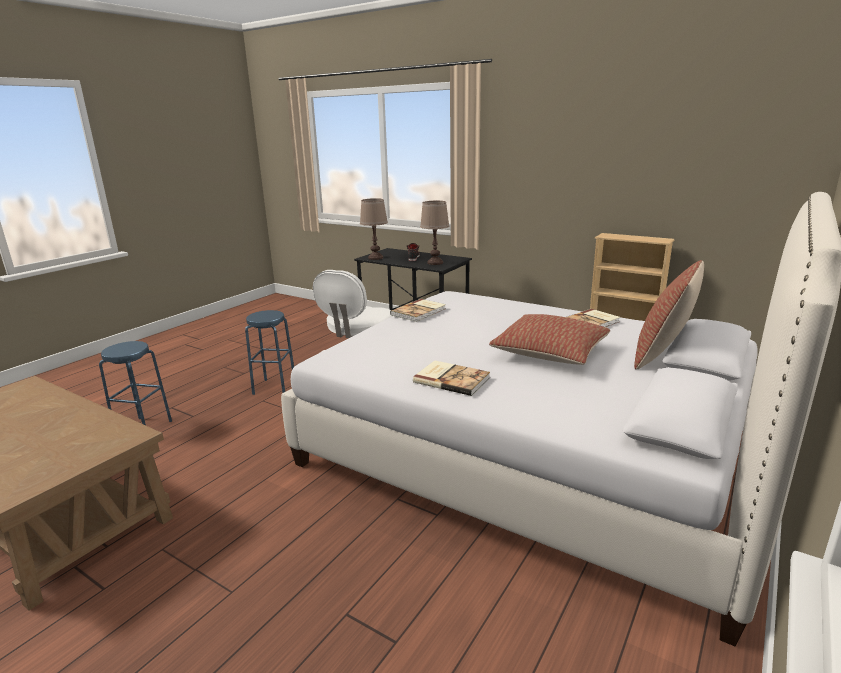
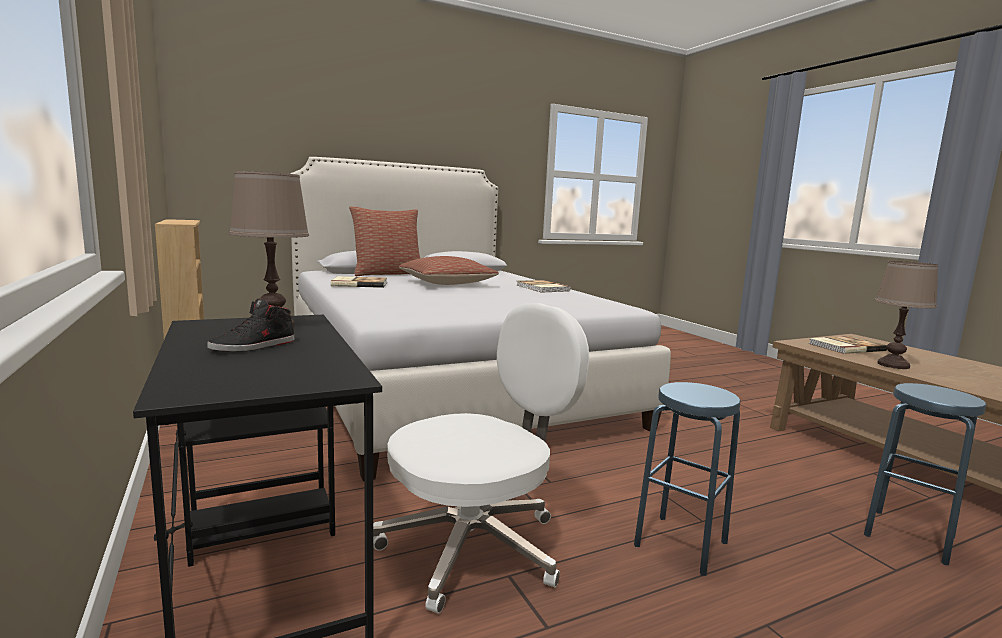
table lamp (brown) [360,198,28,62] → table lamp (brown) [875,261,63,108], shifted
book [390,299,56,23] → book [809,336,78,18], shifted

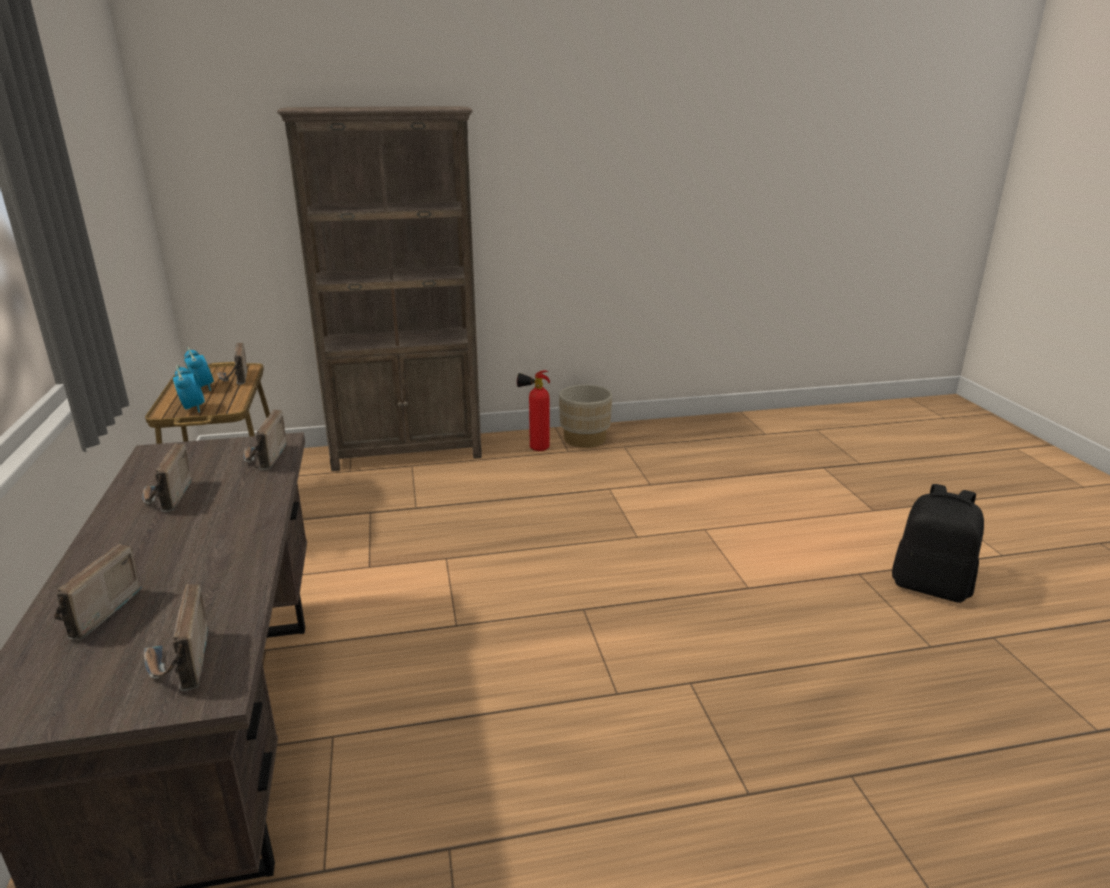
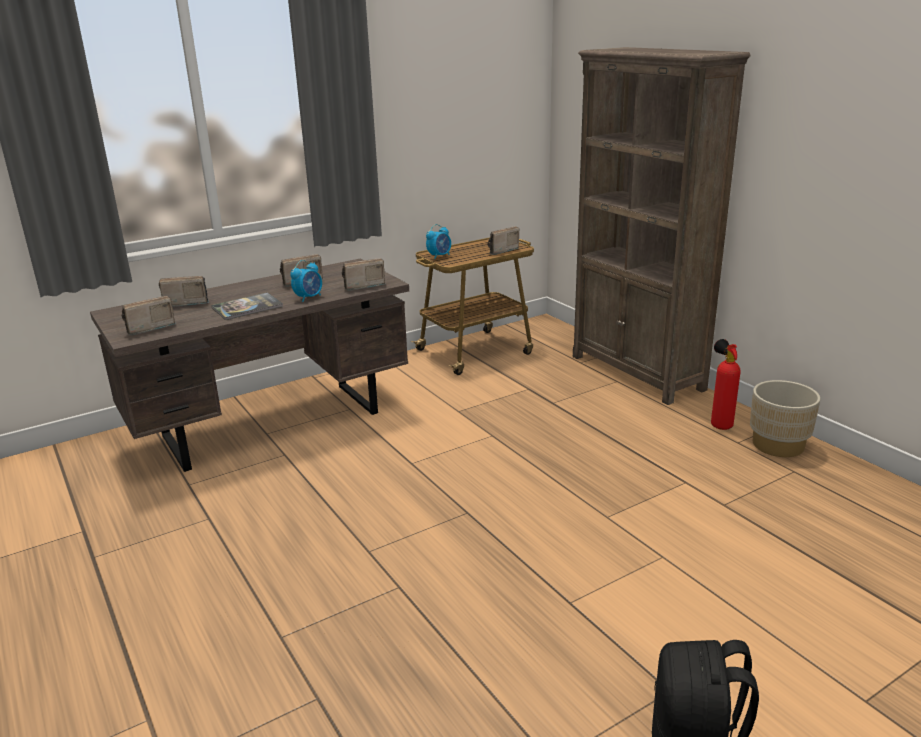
- → book [211,292,72,28]
alarm clock [184,347,30,44] → alarm clock [290,260,32,42], shifted

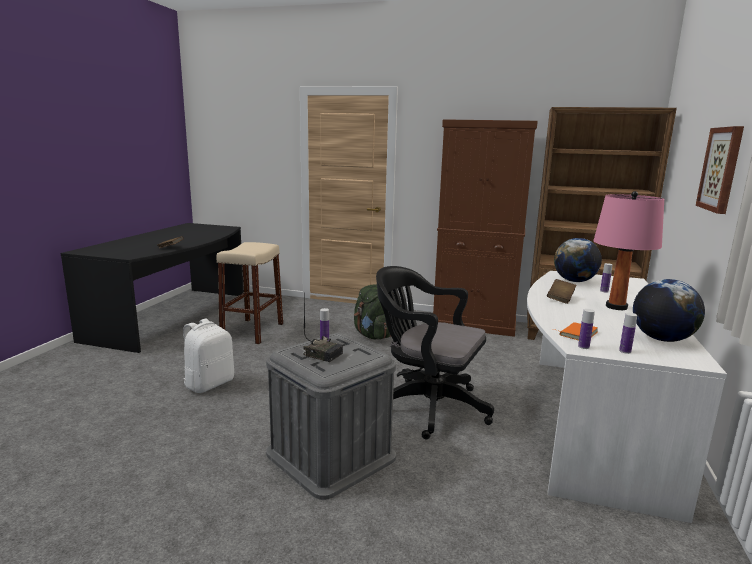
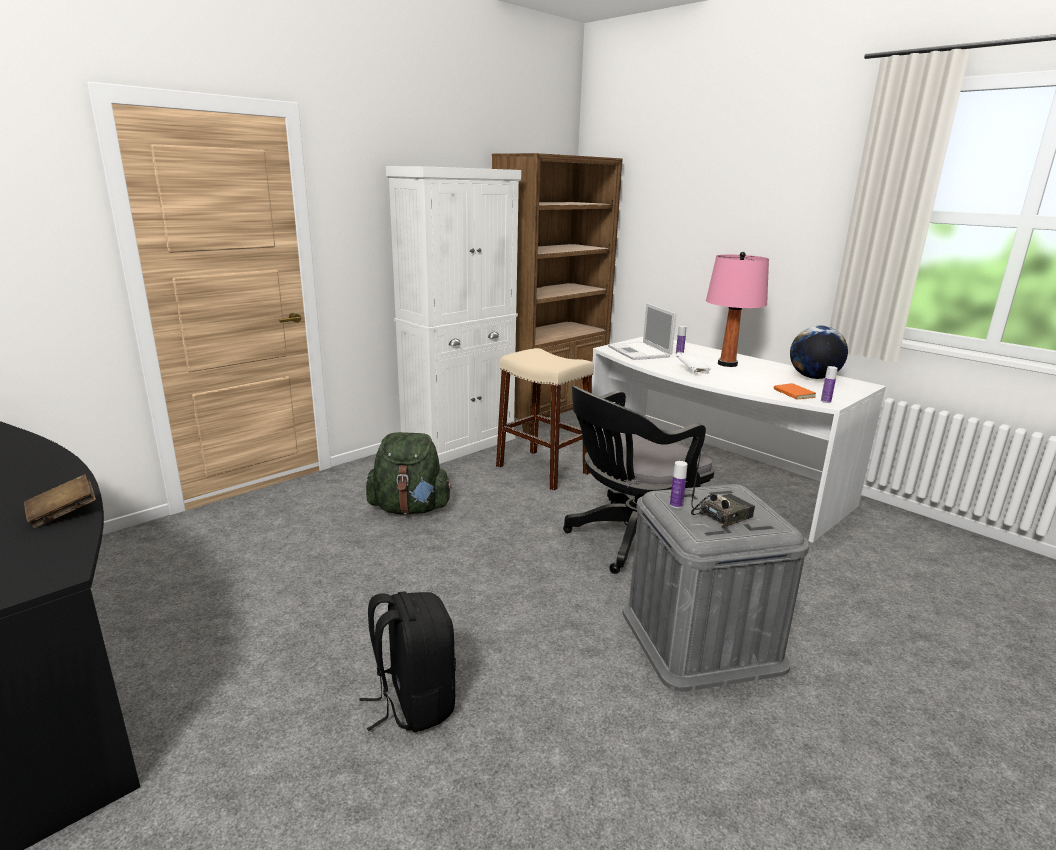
bottle [619,313,18,41] → -
picture [696,126,48,88] → -
stool (beige) [216,242,67,102] → stool (beige) [496,348,98,143], shifted
globe [554,238,48,44] → laptop [608,303,68,57]
backpack (white) [183,319,51,74] → backpack (black) [359,591,97,141]
cabinet (brown) [433,119,105,218] → cabinet (white) [386,166,135,298]
book (brown) [547,279,30,25] → book (white) [676,352,35,22]

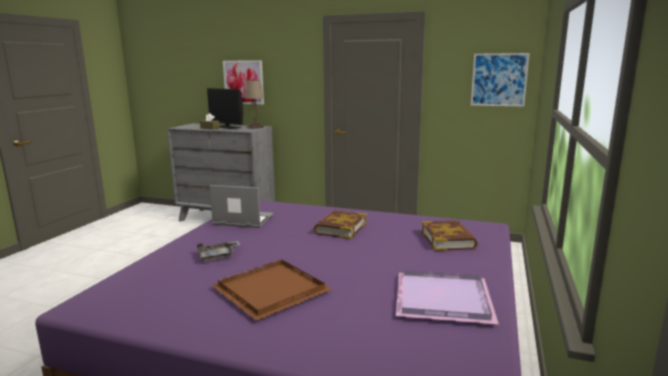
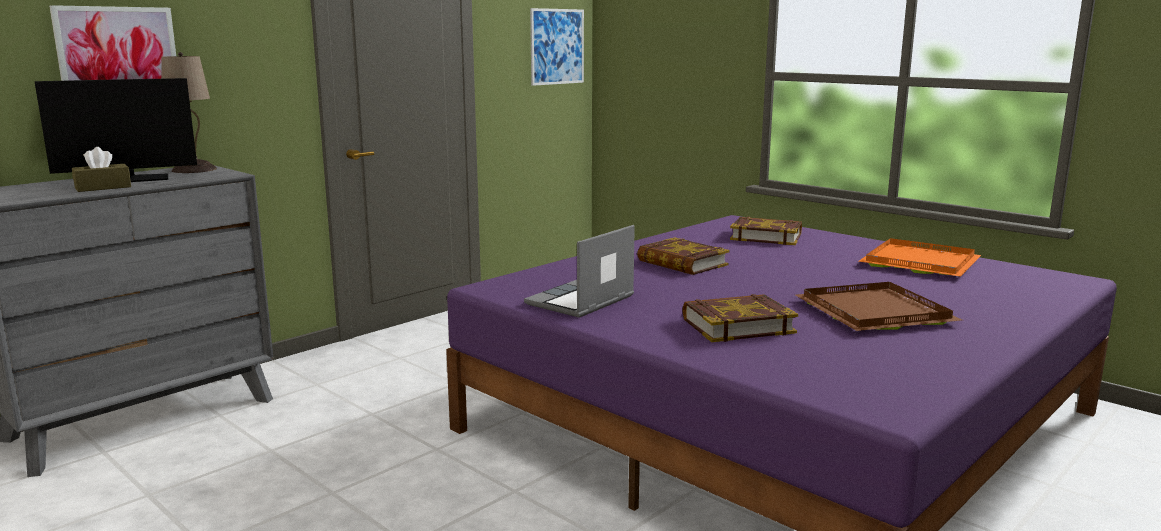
tray (grey) [197,241,43,20] → book [682,294,116,48]
tray (purple) [396,270,103,54] → tray (orange) [859,238,122,39]

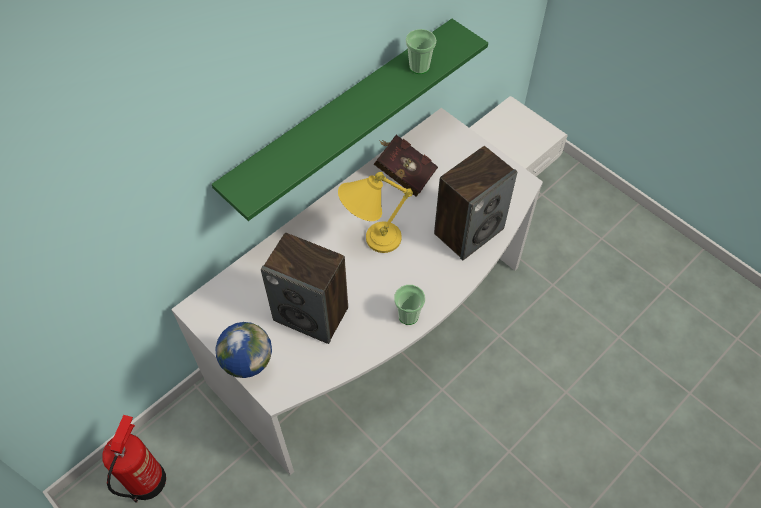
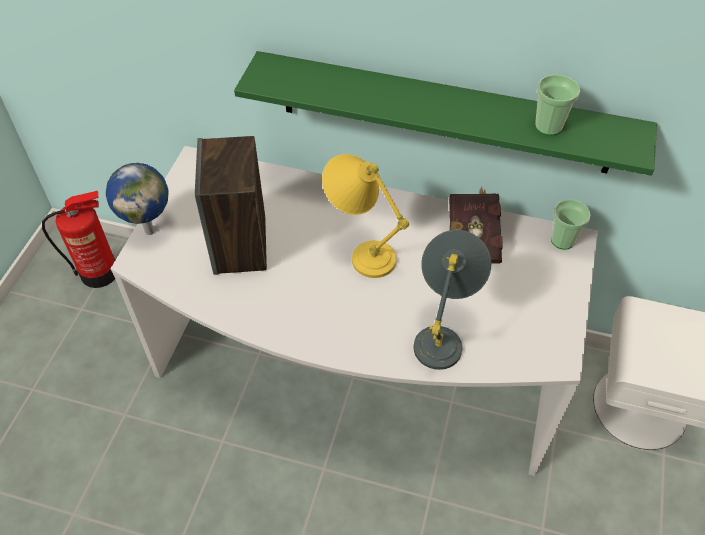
cup [394,285,31,40] → cup [551,200,39,50], shifted
speaker [434,146,83,114] → table lamp (grey) [414,230,77,140]

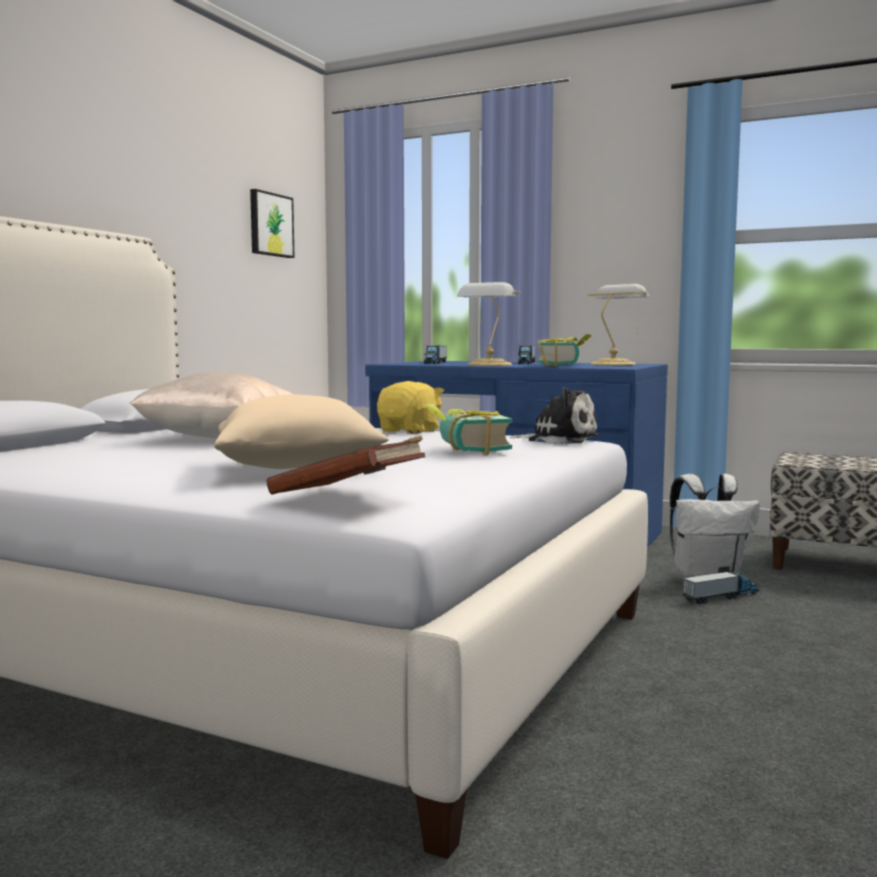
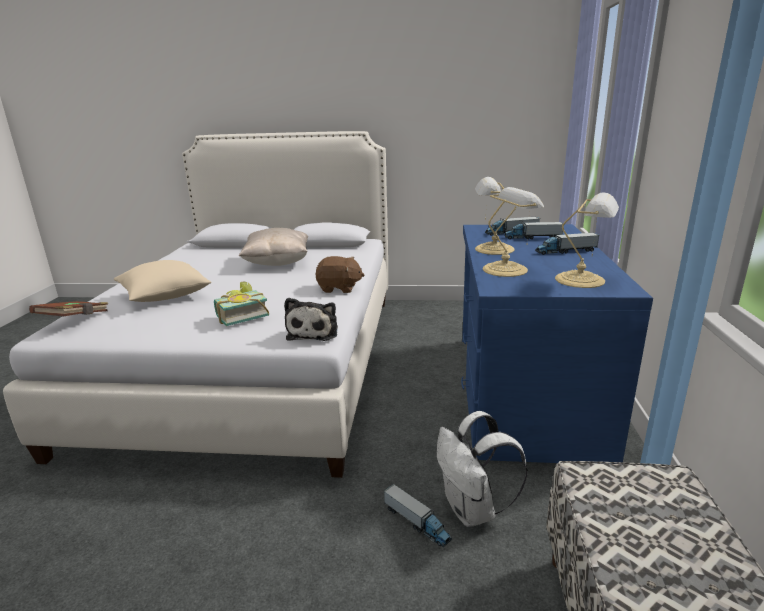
picture [250,189,45,69] → -
- → toy truck [504,221,59,18]
book [537,334,55,33] → table lamp [483,187,61,90]
plush toy (yellow) [377,381,67,53] → plush toy (brown) [316,256,48,37]

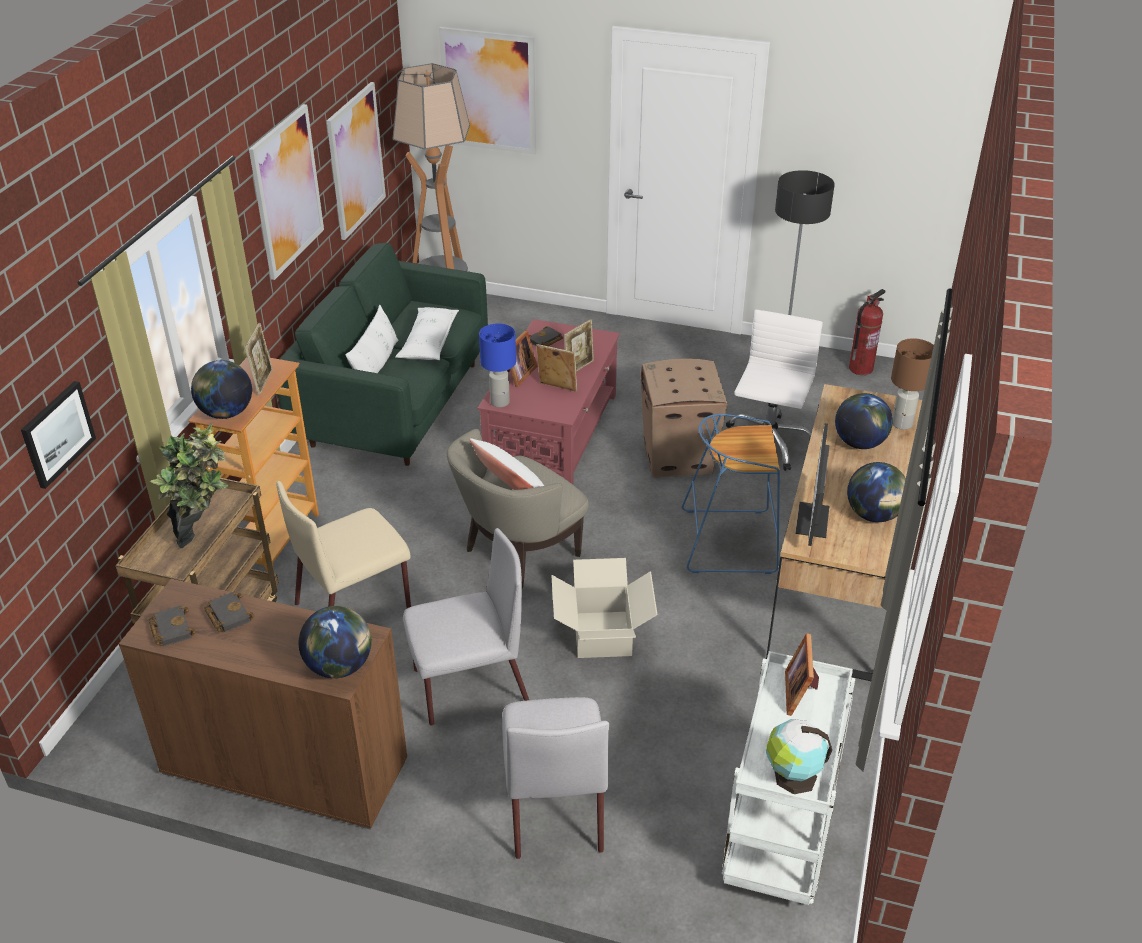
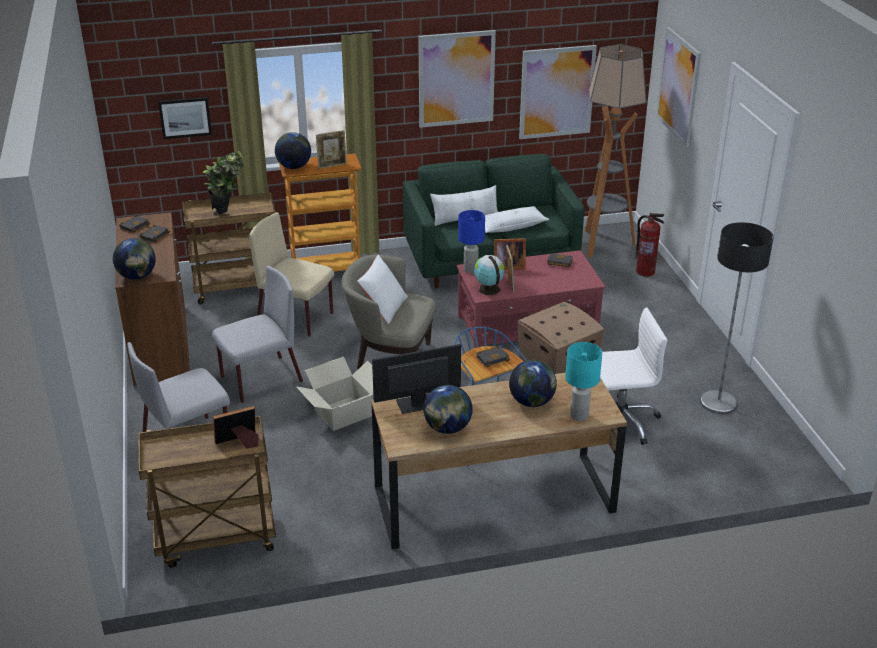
picture frame [564,319,30,53] → -
- → book (black) [476,346,34,21]
globe [766,719,66,75] → globe [474,255,30,40], shifted
fire extinguisher [849,289,37,86] → fire extinguisher [635,213,29,64], shifted
cart (white) [722,651,133,254] → cart (brown) [138,416,138,152]
table lamp (brown) [891,338,43,92] → table lamp (turquoise) [565,342,37,79]
chair (grey) [403,528,126,198] → chair (grey) [212,266,91,137], 75 degrees counterclockwise

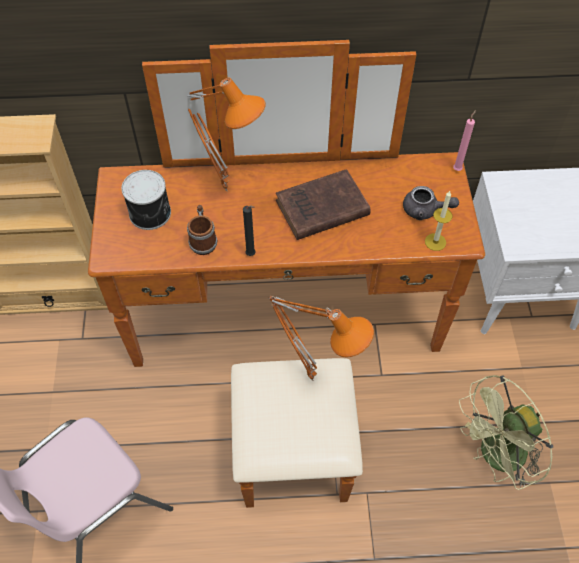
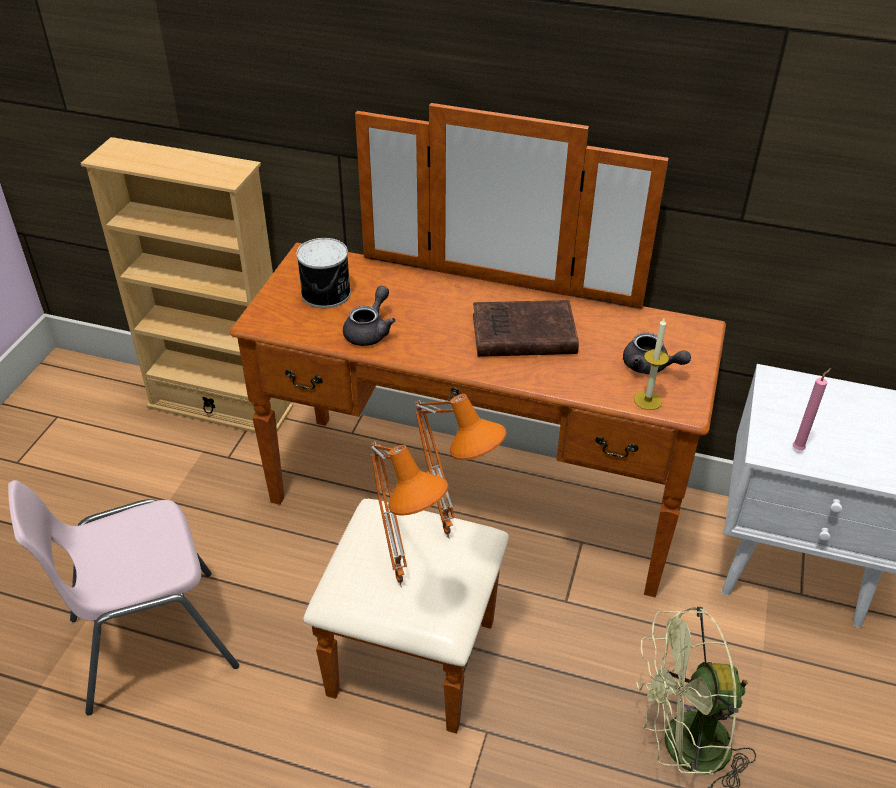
candle (black) [243,205,13,51] → -
table lamp (orange) [187,78,79,114] → table lamp (orange) [371,442,77,145], shifted
candle (pink) [453,110,23,61] → candle (pink) [793,368,38,82], shifted
mug [187,205,30,50] → teapot (grey) [343,286,52,60]

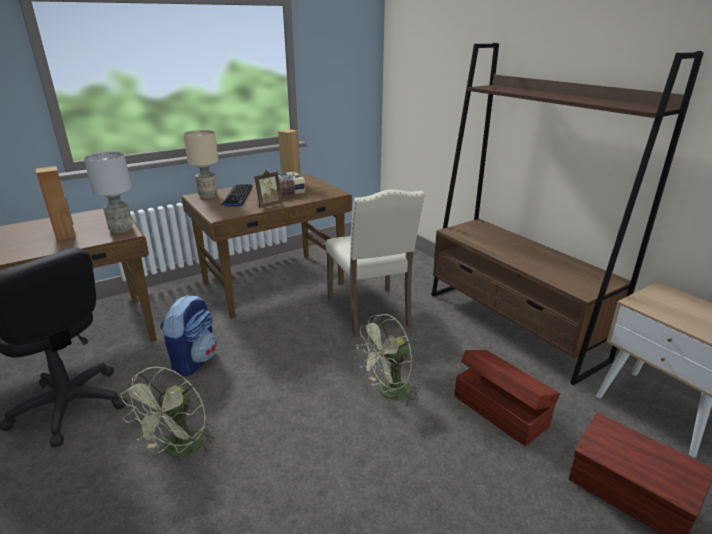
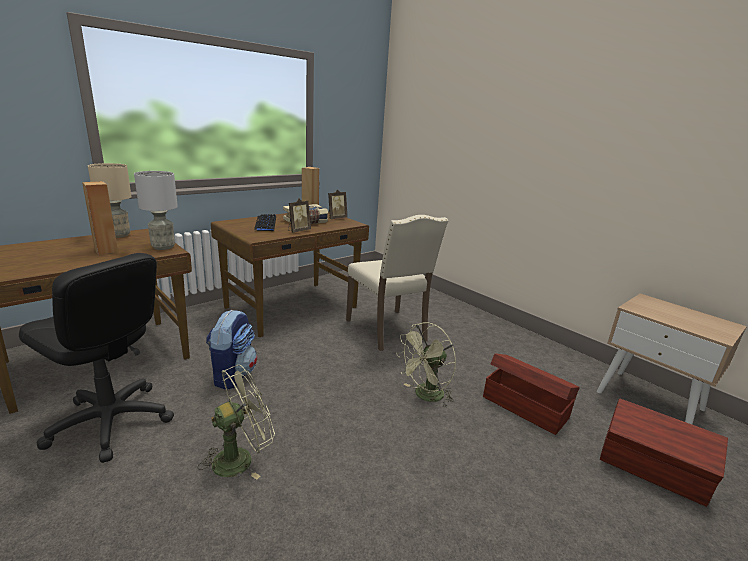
bookcase (brown) [431,43,273,342] → -
- → picture frame [327,189,20,30]
table lamp (beige) [183,130,36,68] → table lamp (beige) [88,163,44,75], shifted
fan (green) [120,367,96,90] → fan (green) [198,365,77,114], 135 degrees counterclockwise

